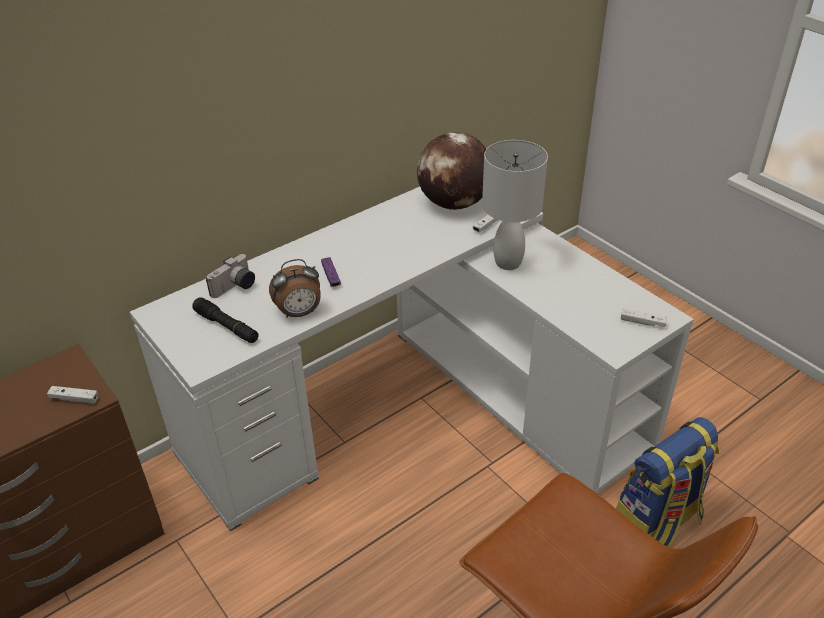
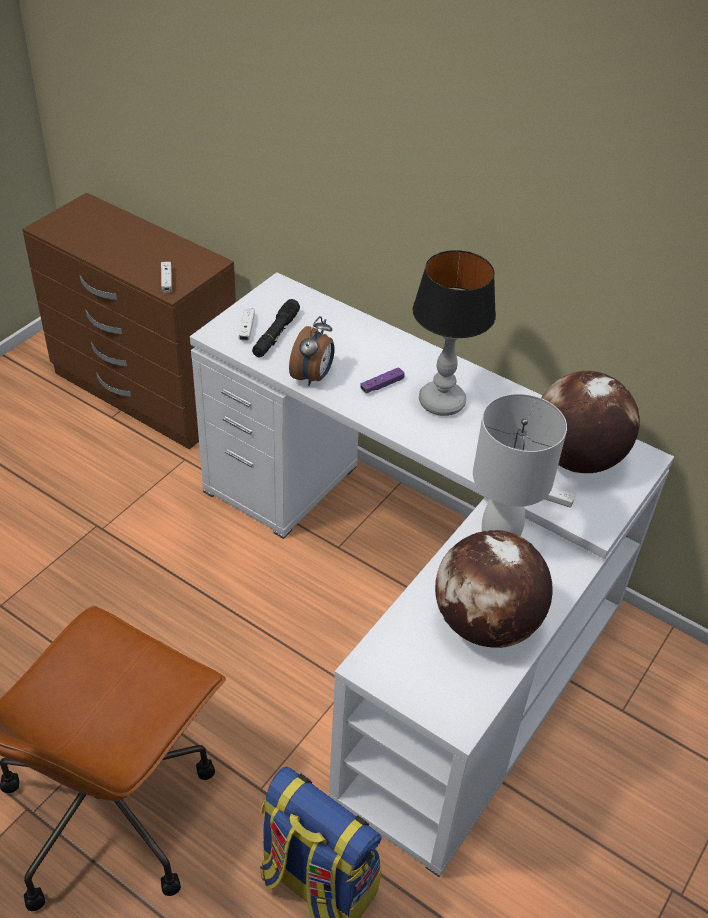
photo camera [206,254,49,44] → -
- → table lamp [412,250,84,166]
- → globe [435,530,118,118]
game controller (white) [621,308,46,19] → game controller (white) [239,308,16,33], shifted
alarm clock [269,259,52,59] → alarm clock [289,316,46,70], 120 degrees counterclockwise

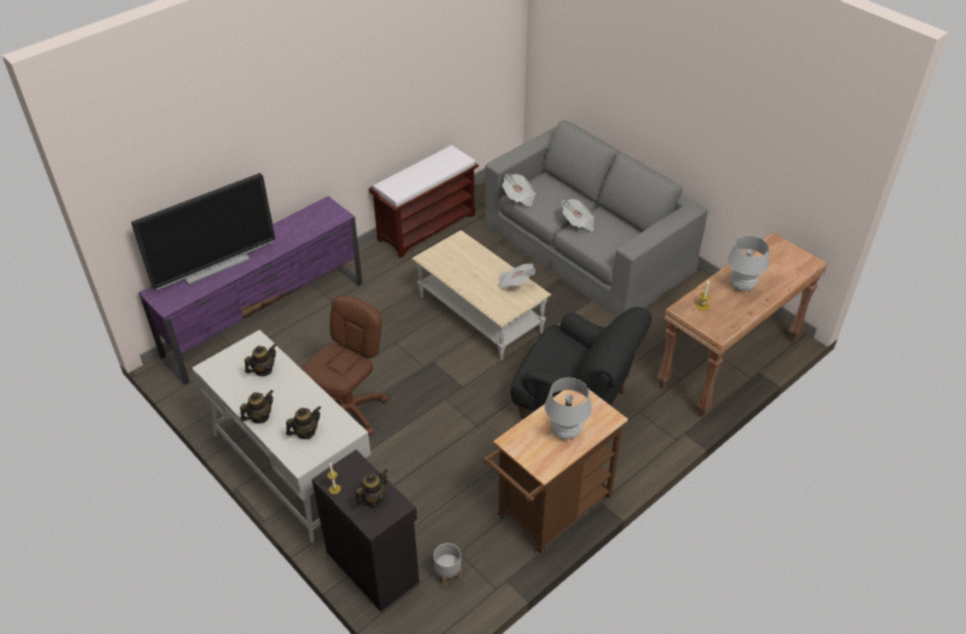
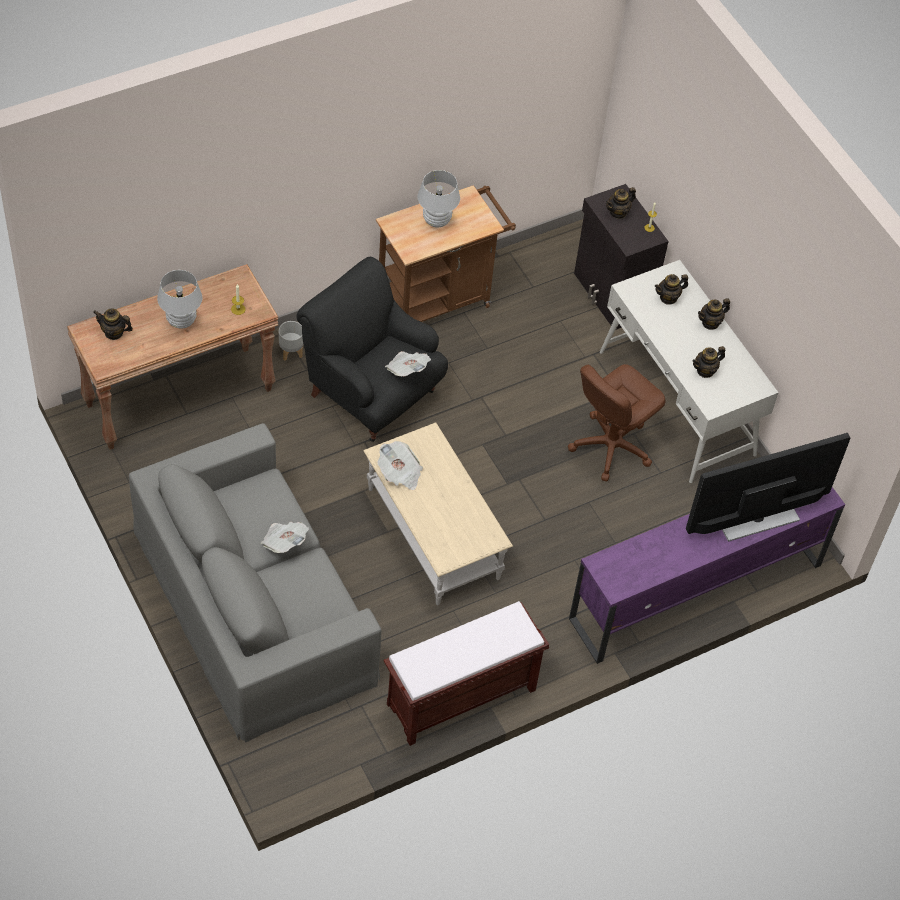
- → teapot [93,309,40,31]
planter (grey) [434,543,27,44] → planter (grey) [279,321,25,40], shifted
newspaper [502,174,34,33] → newspaper [385,351,46,25], shifted

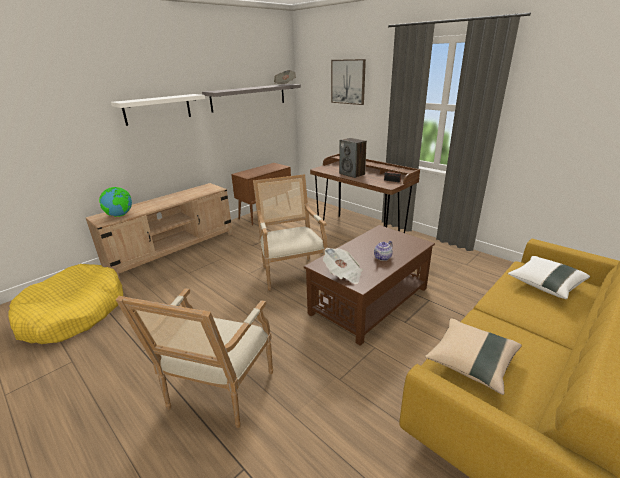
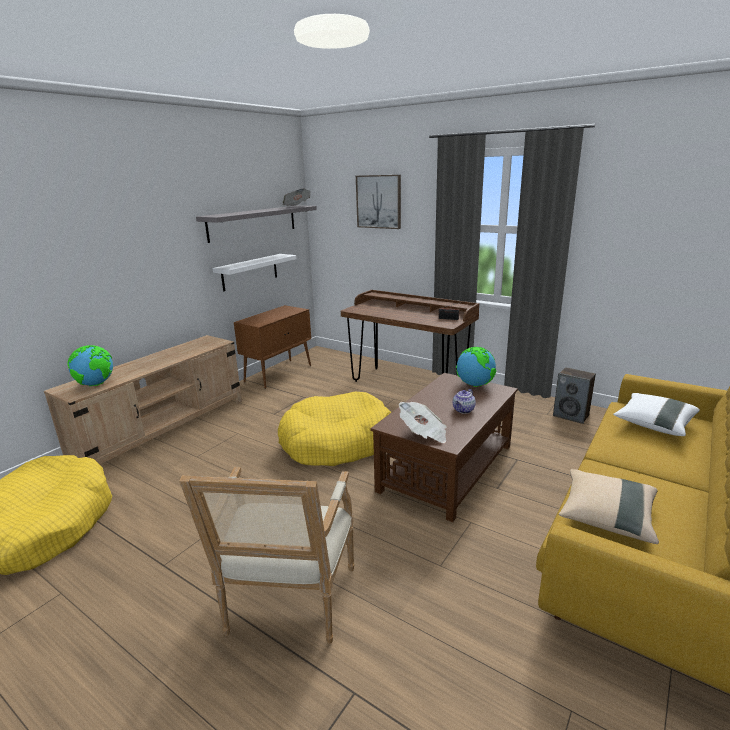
- → globe [456,347,40,40]
shelf (white) [111,94,94,32] → shelf (white) [213,254,83,37], shifted
speaker [339,138,28,40] → speaker [553,367,43,57], shifted
armchair [253,174,74,117] → dog bed (yellow) [278,392,113,74]

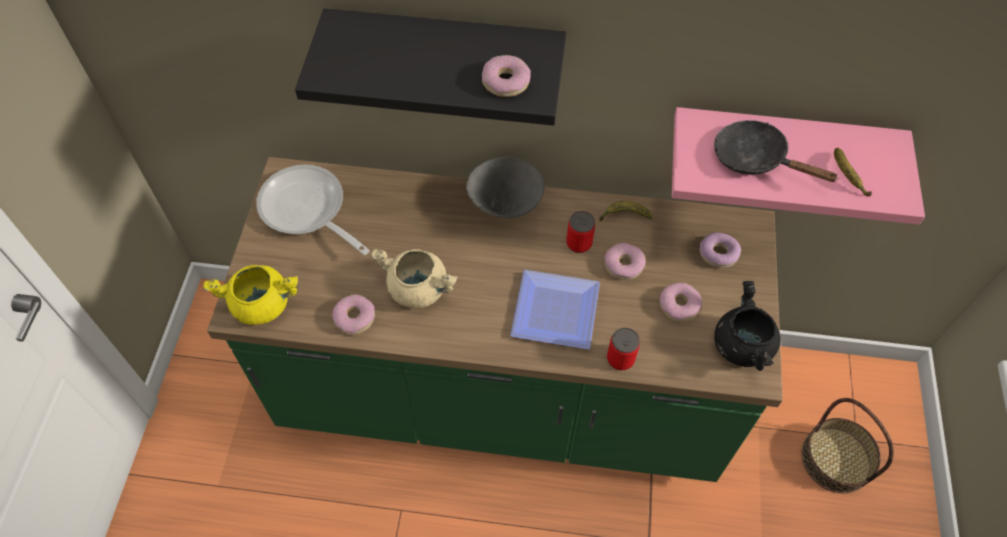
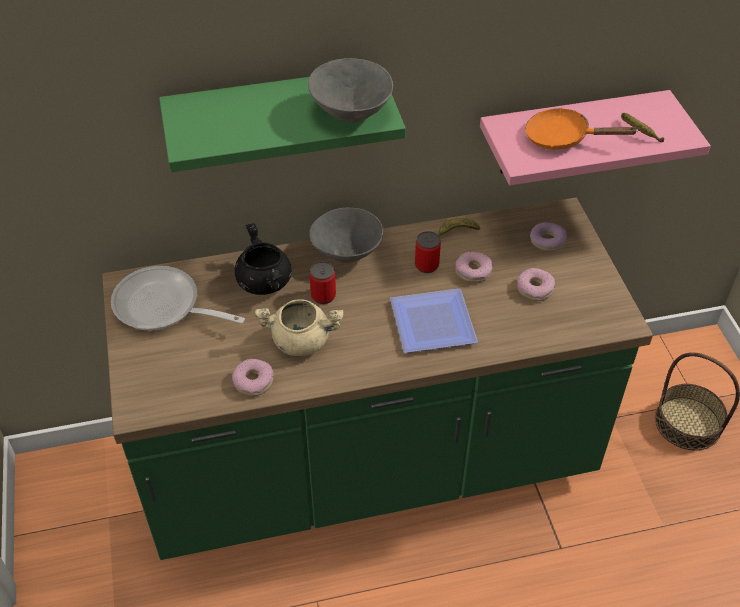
cooking pot (yellow) [203,265,95,60] → -
can [607,328,33,42] → can [310,261,26,43], shifted
cooking pot (black) [714,281,67,90] → cooking pot (black) [235,223,57,72], shifted
donut [482,55,49,42] → bowl (grey) [308,58,85,64]
shelf (black) [295,8,271,118] → shelf (green) [159,77,247,95]
frying pan (black) [714,120,125,62] → frying pan (orange) [525,108,113,42]

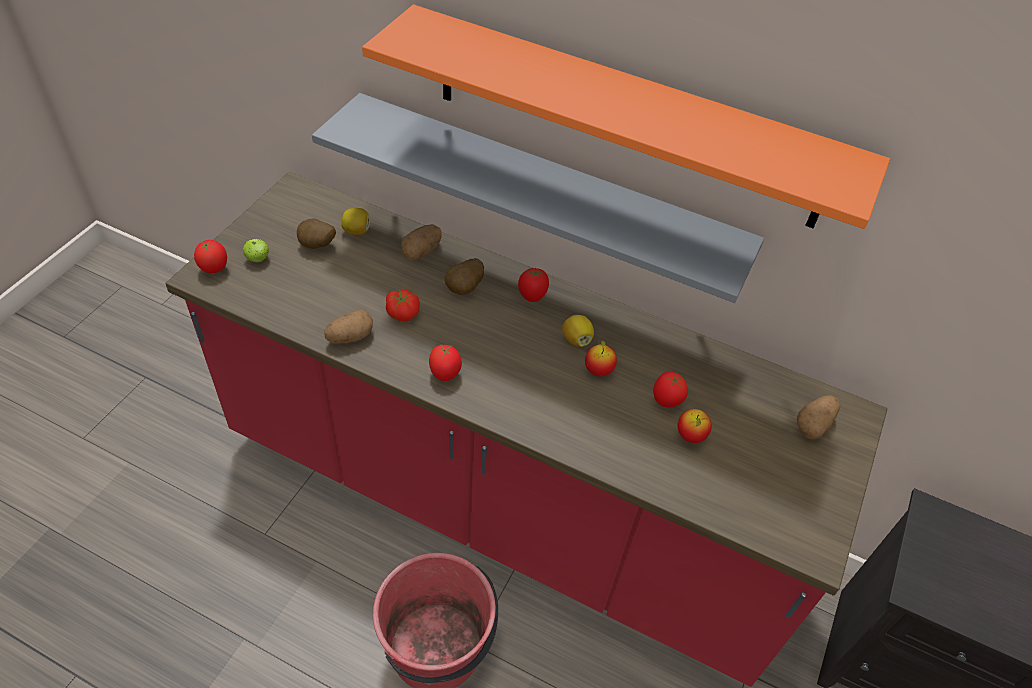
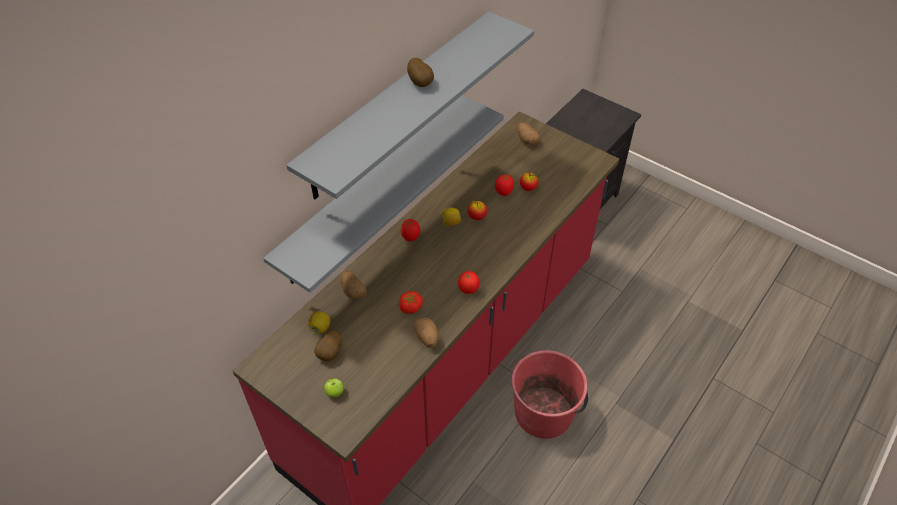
tomato [194,240,33,33] → -
potato [445,258,39,37] → potato [407,58,27,29], shifted
shelf (orange) [362,5,528,224] → shelf (grey) [286,12,248,187]

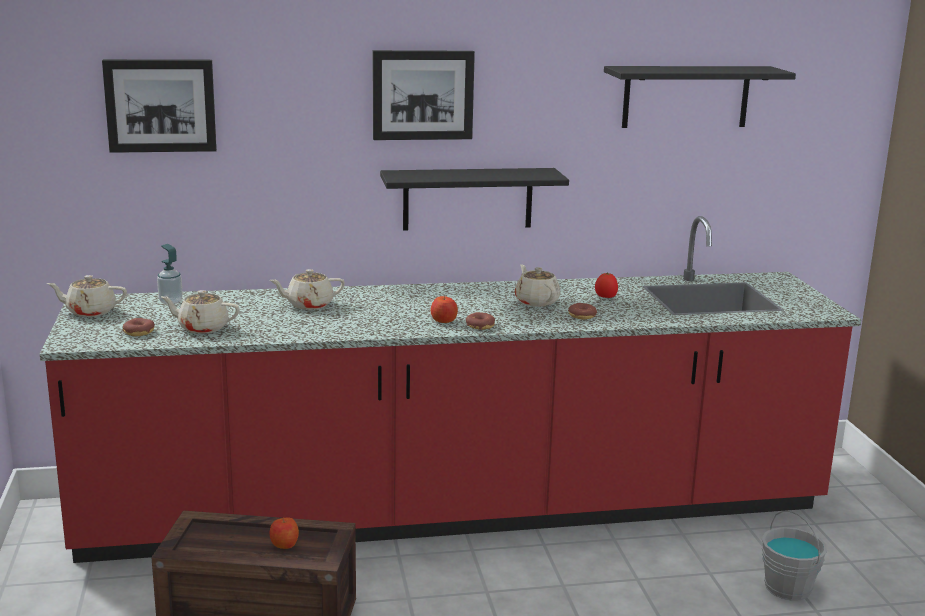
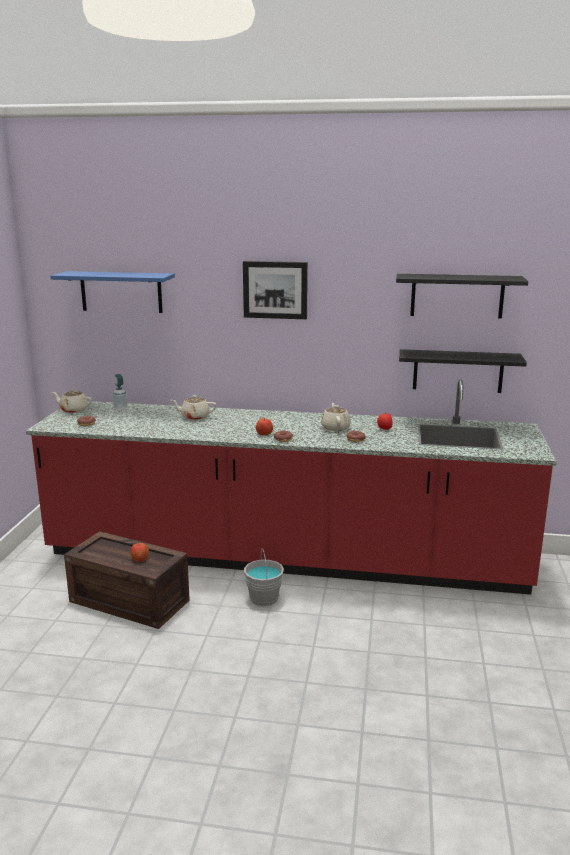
teapot (beige) [161,290,79,43] → -
shelf (black) [380,168,189,63] → shelf (black) [399,349,128,44], shifted
bucket (grey) [762,511,65,90] → bucket (grey) [244,548,40,58], shifted
picture [102,59,115,94] → shelf (blue) [50,271,125,42]

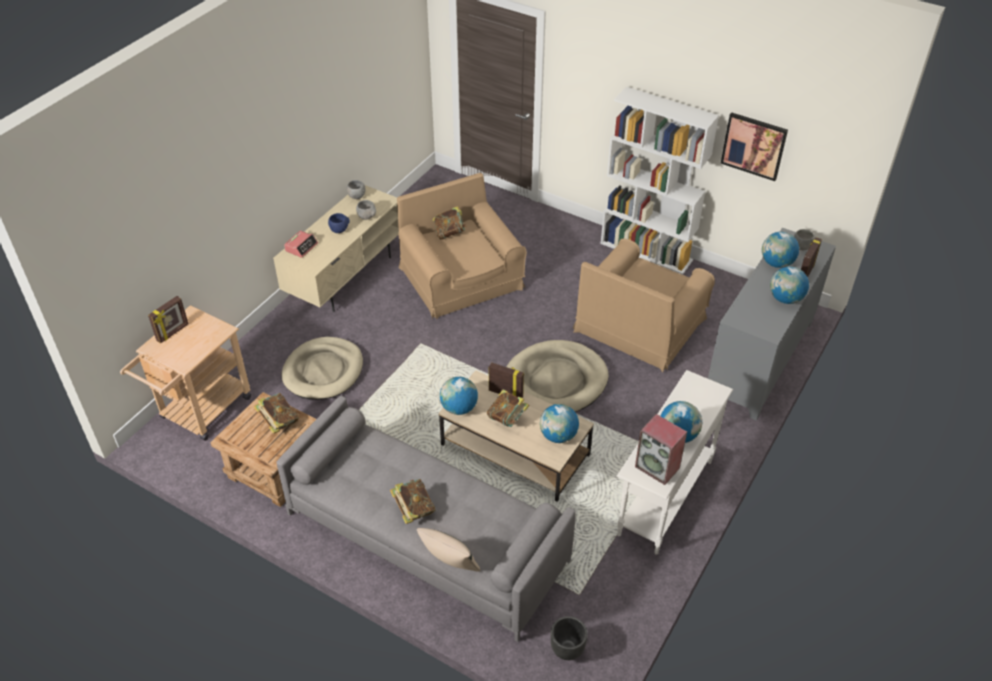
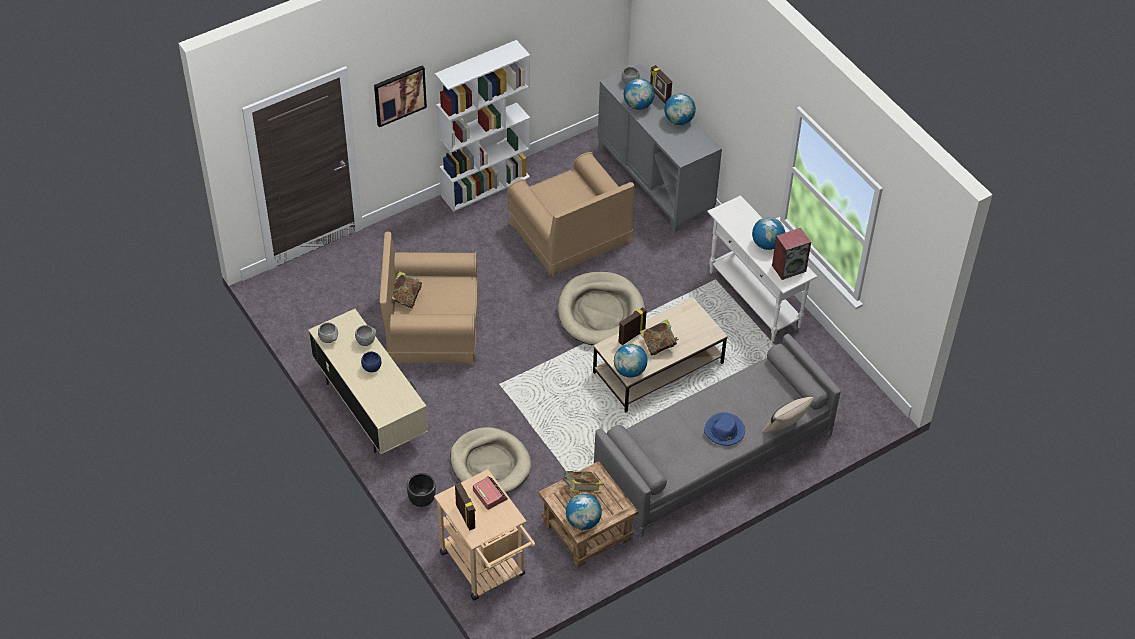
alarm clock [284,231,34,27] → alarm clock [473,476,35,34], shifted
globe [540,404,39,39] → globe [566,494,36,36], shifted
planter (black) [551,616,37,44] → planter (black) [407,473,29,34], shifted
picture [721,112,67,69] → picture [374,65,53,62], shifted
book [390,479,45,45] → hat (blue) [704,412,41,34]

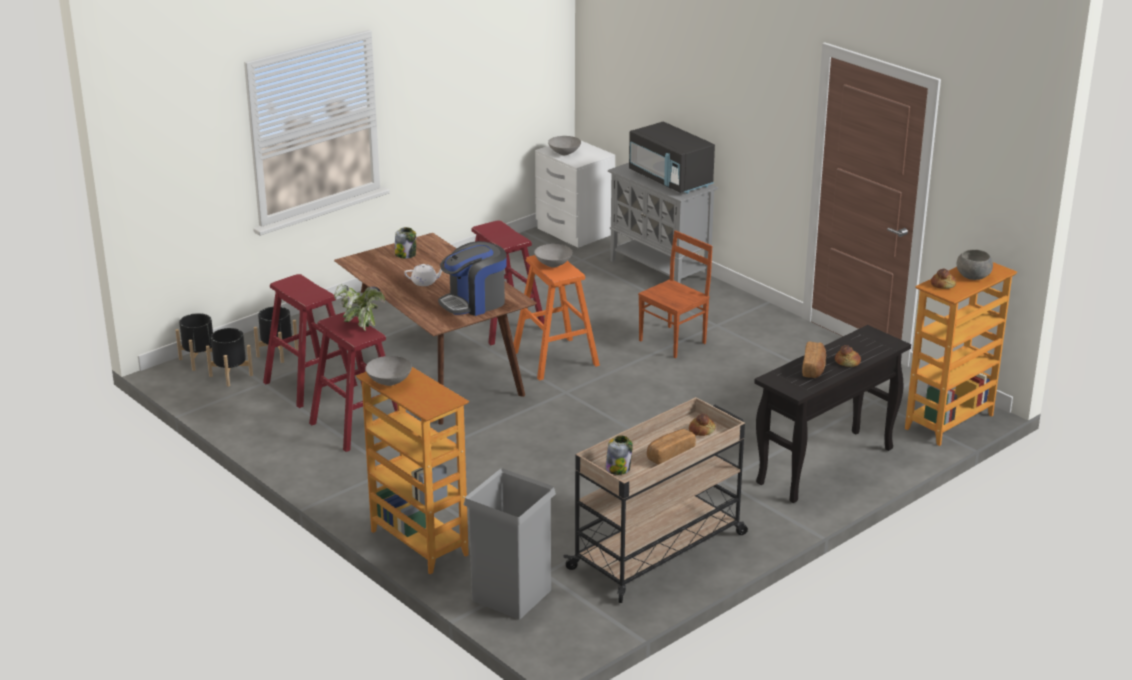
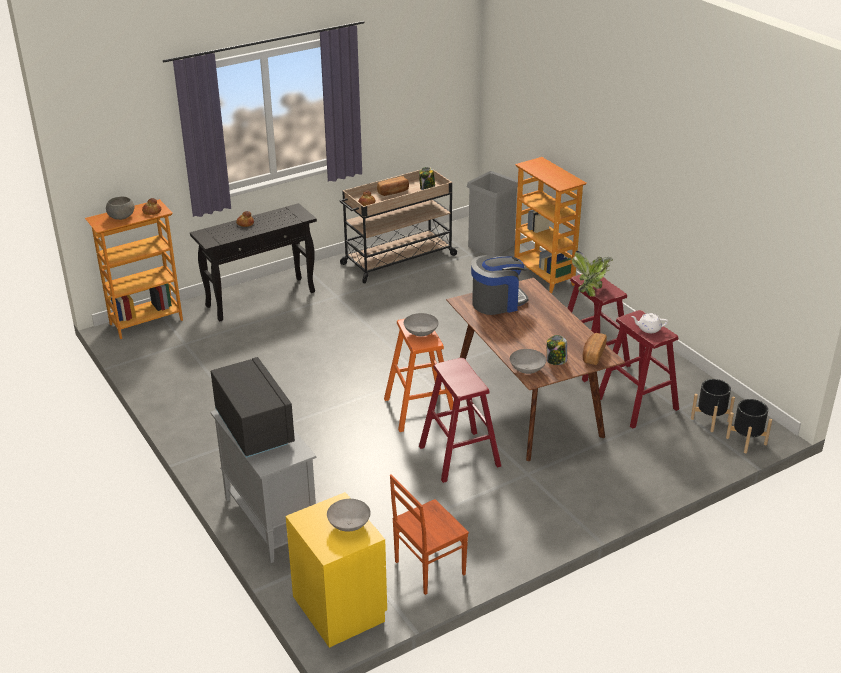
planter (black) [254,307,45,56] → -
bowl (grey) [365,356,47,30] → bowl (grey) [510,349,36,25], shifted
teapot (white) [404,264,38,22] → teapot (white) [631,313,37,20], shifted
chair (brown) [638,230,75,128] → chair (brown) [390,474,79,121], shifted
bread [802,342,24,36] → bread [583,333,24,32], shifted
nightstand (white) [535,141,80,107] → nightstand (yellow) [286,492,101,156]

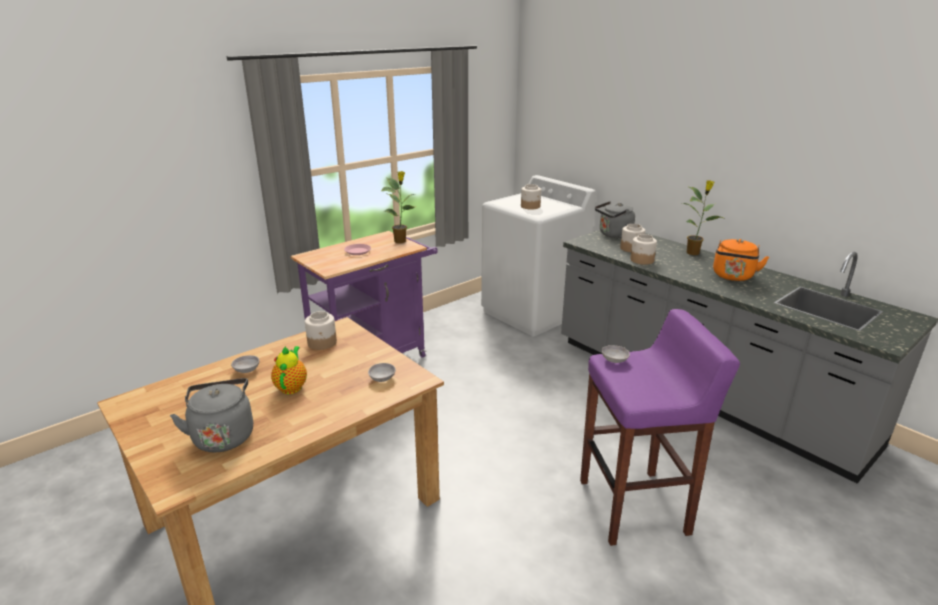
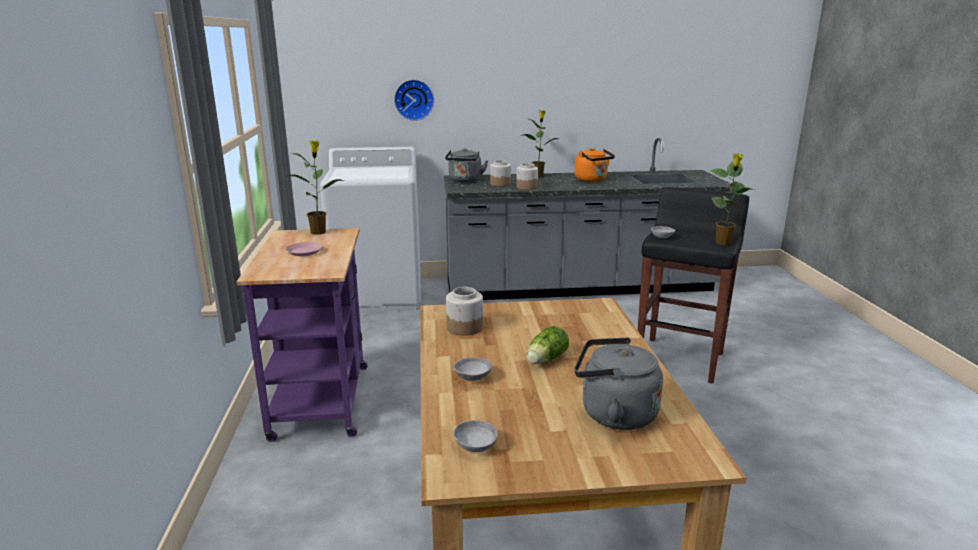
jar [521,184,20,26] → -
- → wall clock [394,79,40,42]
- → potted plant [710,153,45,92]
bowl (grey) [368,363,28,19] → bowl (grey) [453,420,45,32], shifted
teapot [271,345,36,49] → lettuce [527,326,42,38]
stool (purple) [580,309,160,237] → stool (black) [638,187,111,197]

